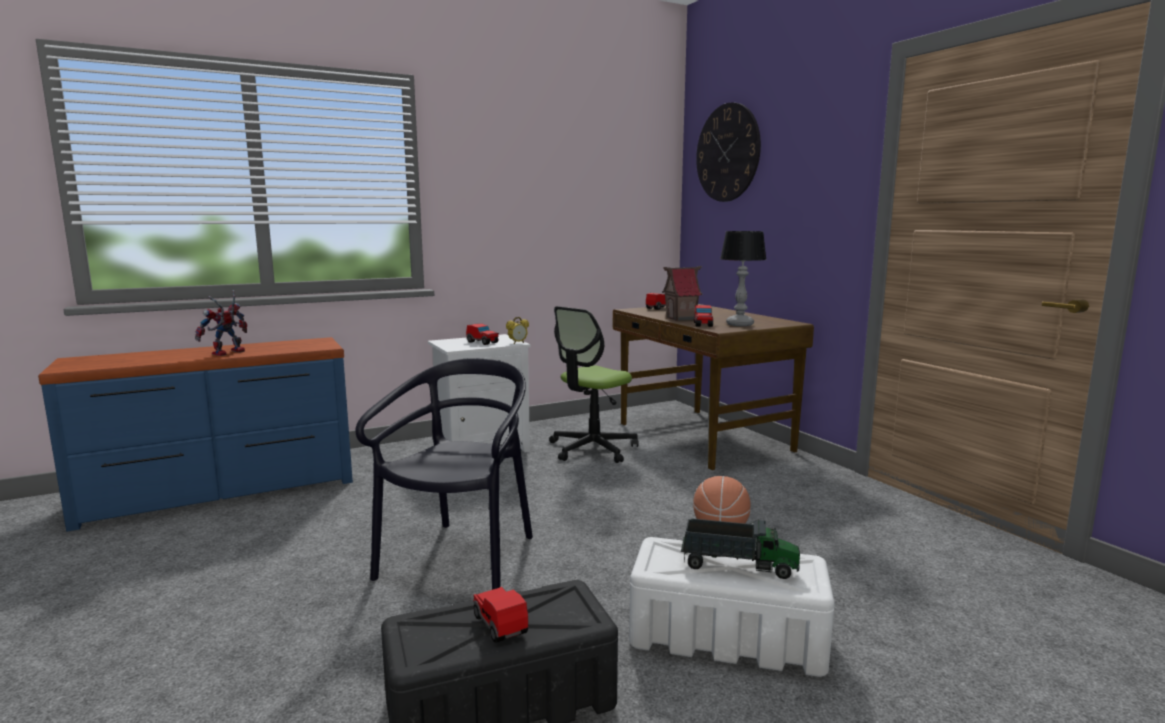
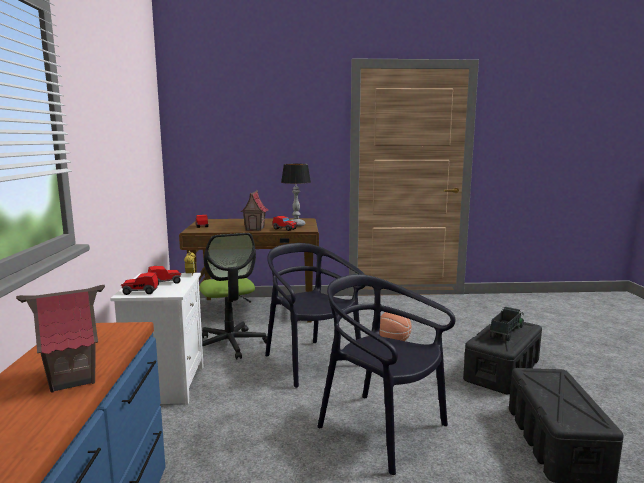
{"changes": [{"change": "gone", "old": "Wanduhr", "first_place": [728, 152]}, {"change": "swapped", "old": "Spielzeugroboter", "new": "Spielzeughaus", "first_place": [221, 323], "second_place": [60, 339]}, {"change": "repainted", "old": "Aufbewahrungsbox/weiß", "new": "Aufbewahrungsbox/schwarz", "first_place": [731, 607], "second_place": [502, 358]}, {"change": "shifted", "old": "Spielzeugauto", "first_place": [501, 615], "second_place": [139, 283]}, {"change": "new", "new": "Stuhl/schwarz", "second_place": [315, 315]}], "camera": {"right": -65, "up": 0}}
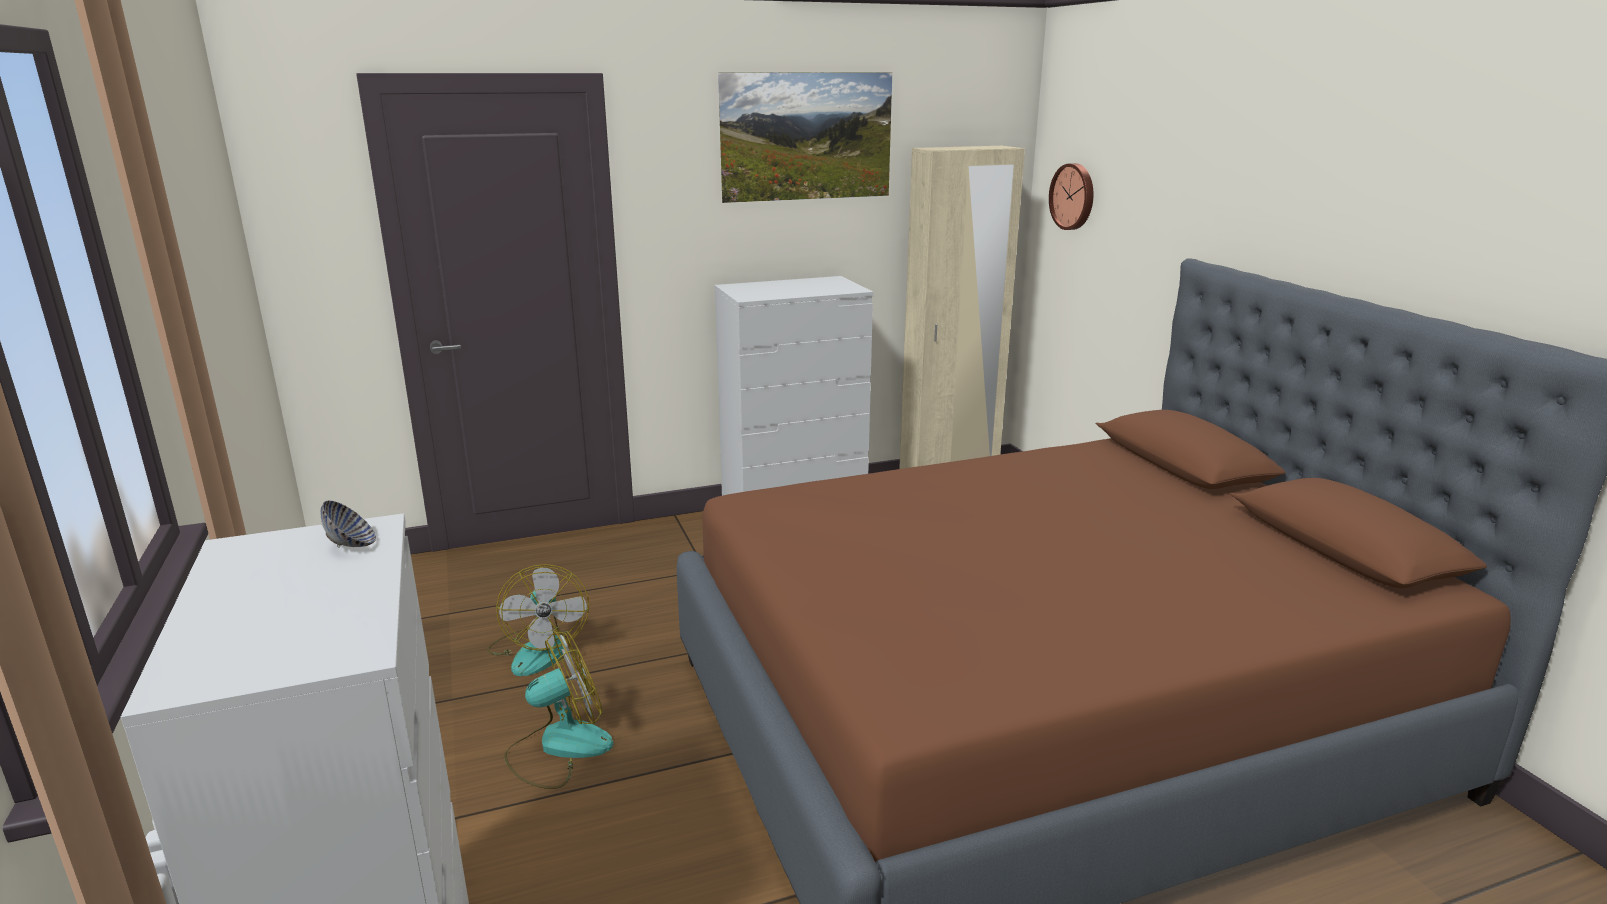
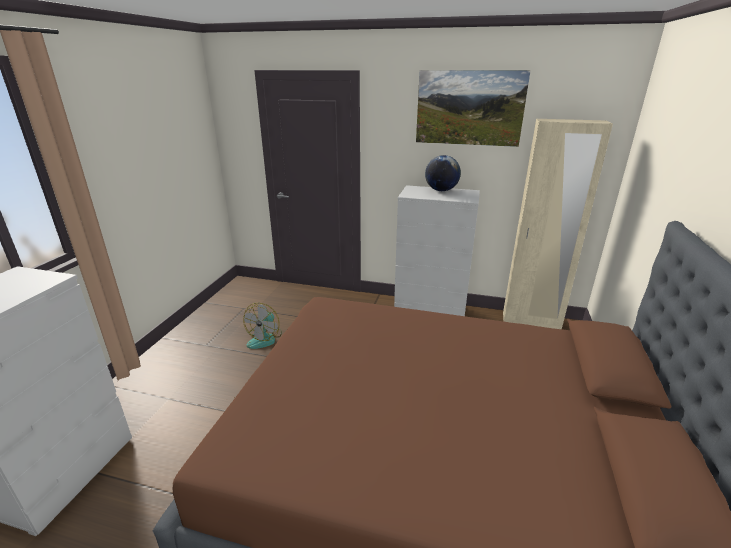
{"changes": [{"change": "gone", "old": "Wanduhr", "first_place": [1071, 196]}, {"change": "gone", "old": "Schüssel", "first_place": [348, 524]}, {"change": "gone", "old": "Ventilator", "first_place": [558, 710]}, {"change": "new", "new": "Globus", "second_place": [443, 173]}], "camera": {"right": 35, "up": 5}}
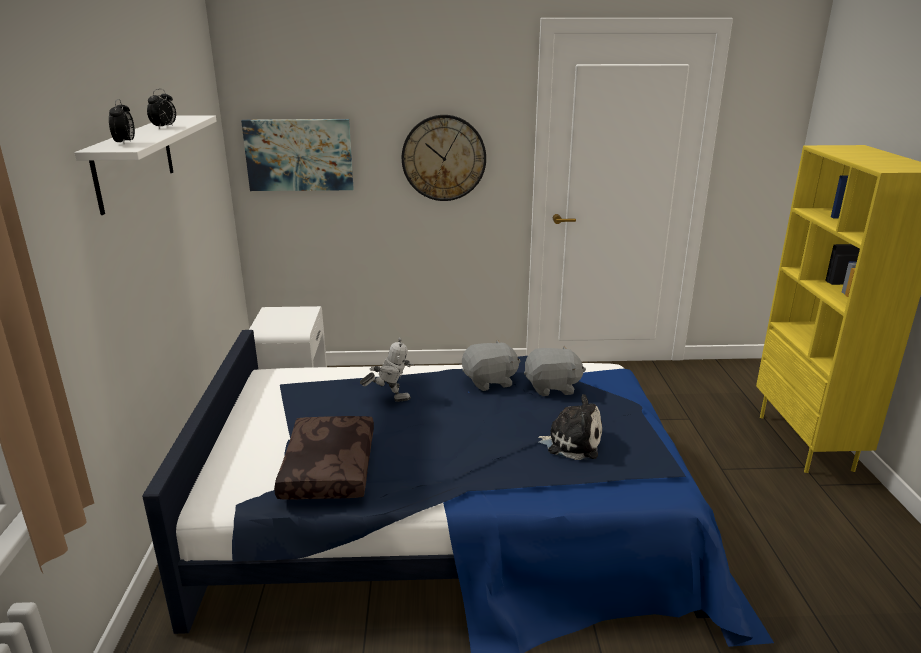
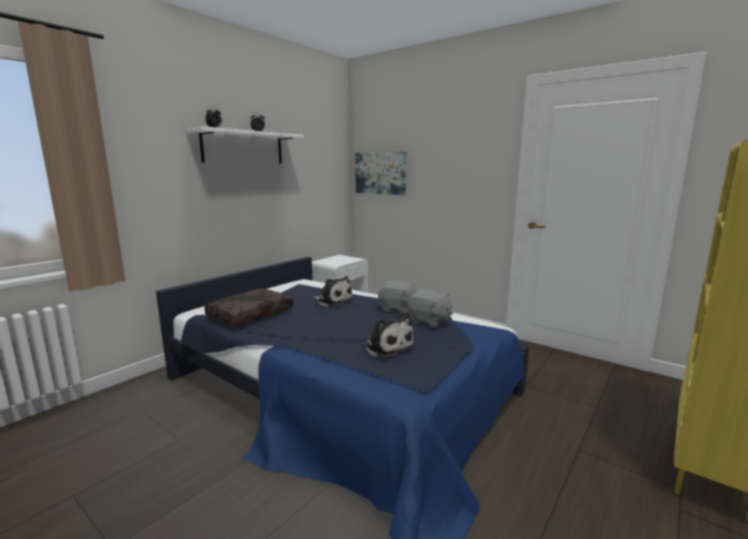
{"changes": [{"change": "gone", "old": "Wanduhr", "first_place": [444, 158]}, {"change": "swapped", "old": "Spielzeugroboter", "new": "Plüschtier", "first_place": [387, 370], "second_place": [333, 291]}], "camera": {"right": 40, "up": -10}}
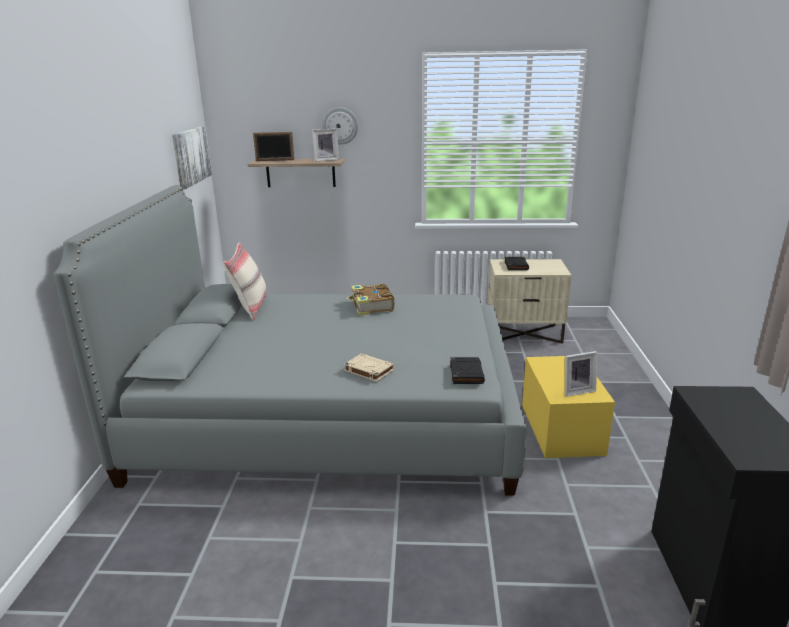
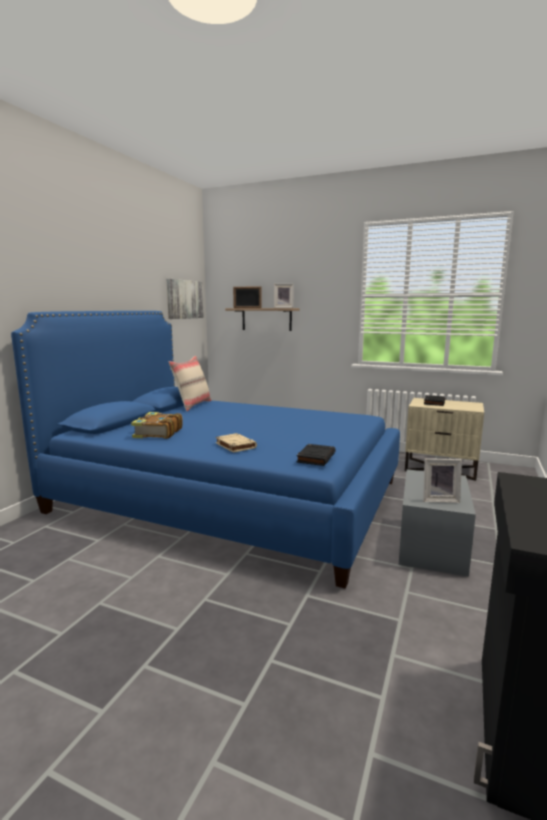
{"changes": [{"change": "gone", "old": "Wanduhr", "first_place": [340, 125]}, {"change": "repainted", "old": "Bett/grau", "new": "Bett/blau", "first_place": [290, 340], "second_place": [205, 450]}, {"change": "shifted", "old": "Buch", "first_place": [370, 300], "second_place": [157, 425]}, {"change": "repainted", "old": "Aufbewahrungsbox/gelb", "new": "Aufbewahrungsbox/grau", "first_place": [568, 407], "second_place": [437, 523]}], "camera": {"right": 20, "up": -10}}
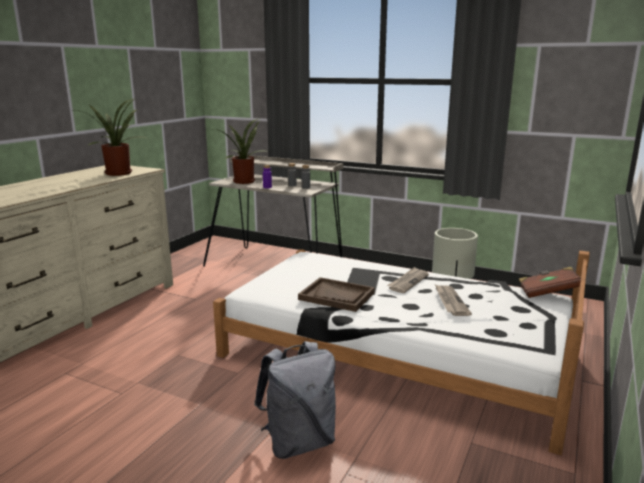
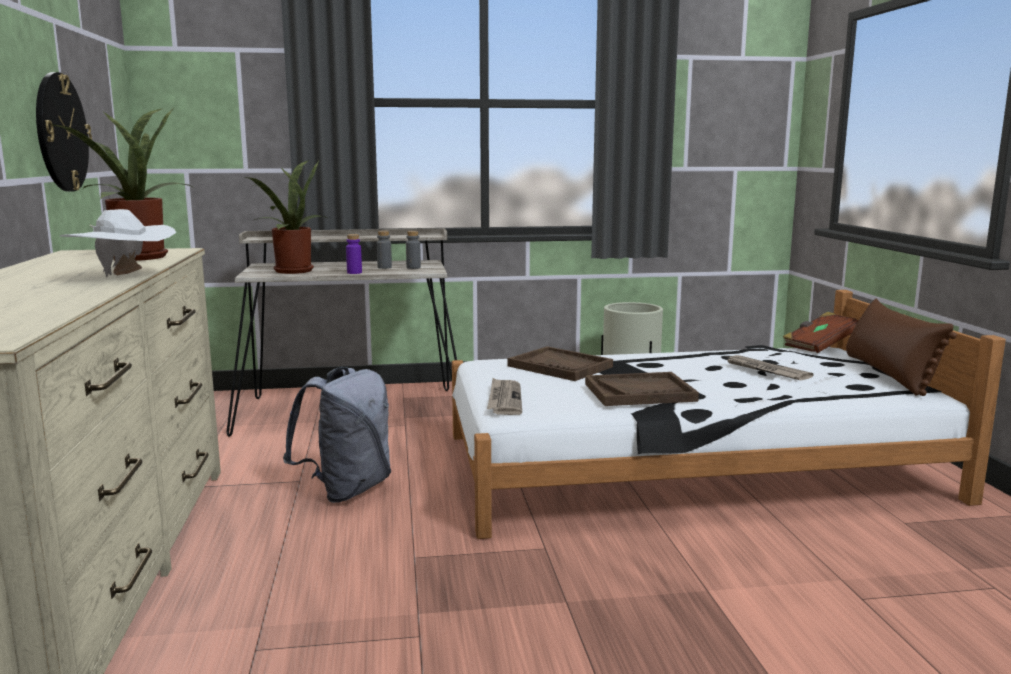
{"changes": [{"change": "shifted", "old": "Zeitung", "first_place": [408, 280], "second_place": [504, 396]}, {"change": "shifted", "old": "Rucksack/grau", "first_place": [295, 400], "second_place": [337, 435]}, {"change": "new", "new": "Wanduhr", "second_place": [64, 131]}, {"change": "new", "new": "Hut/weiß", "second_place": [118, 243]}, {"change": "new", "new": "Kissen/braun", "second_place": [901, 347]}, {"change": "new", "new": "Tablett/braun", "second_place": [560, 363]}], "camera": {"right": -35, "up": -5}}
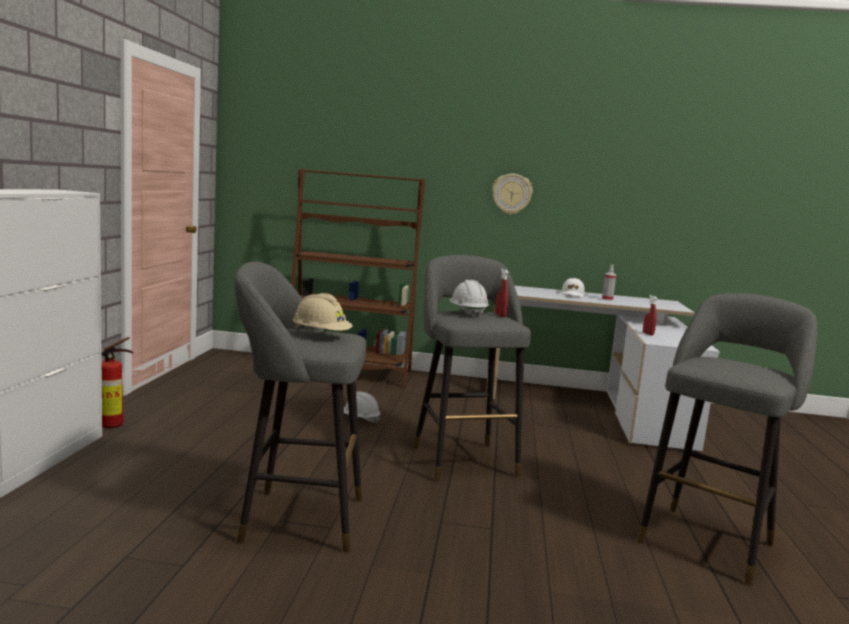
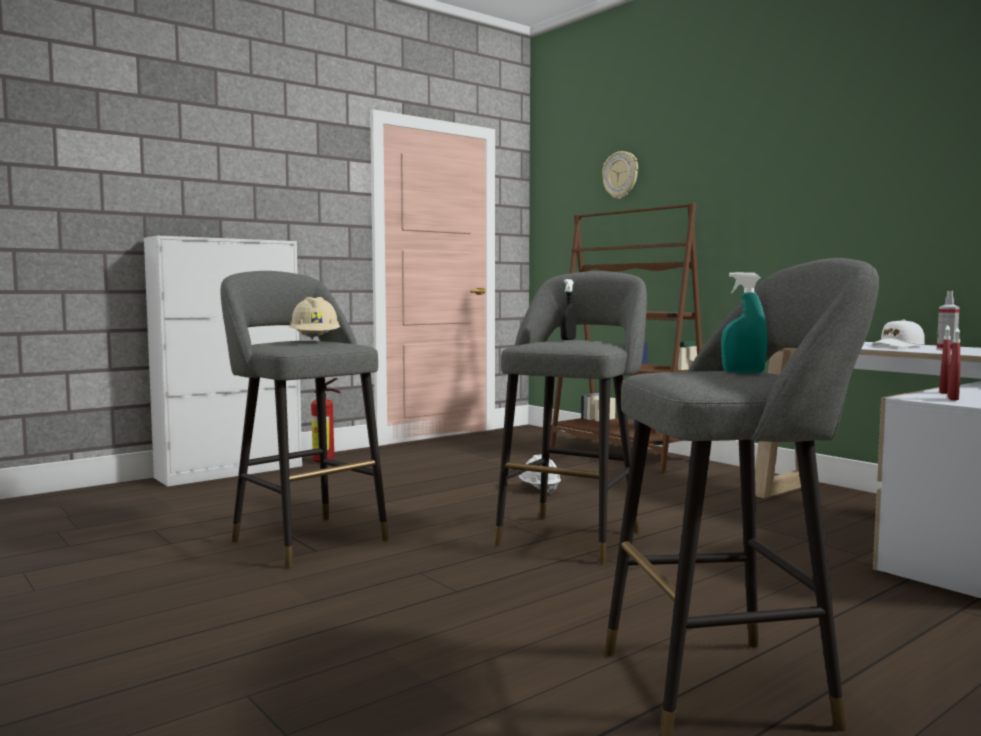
{"changes": [{"change": "shifted", "old": "Wanduhr", "first_place": [512, 194], "second_place": [620, 175]}, {"change": "shifted", "old": "Sprühflasche/rot", "first_place": [501, 293], "second_place": [954, 364]}, {"change": "swapped", "old": "Schutzhelm/weiß", "new": "Sprühflasche/schwarz", "first_place": [469, 299], "second_place": [568, 309]}, {"change": "new", "new": "Sprühflasche/türkis", "second_place": [744, 322]}], "camera": {"right": 45, "up": -5}}
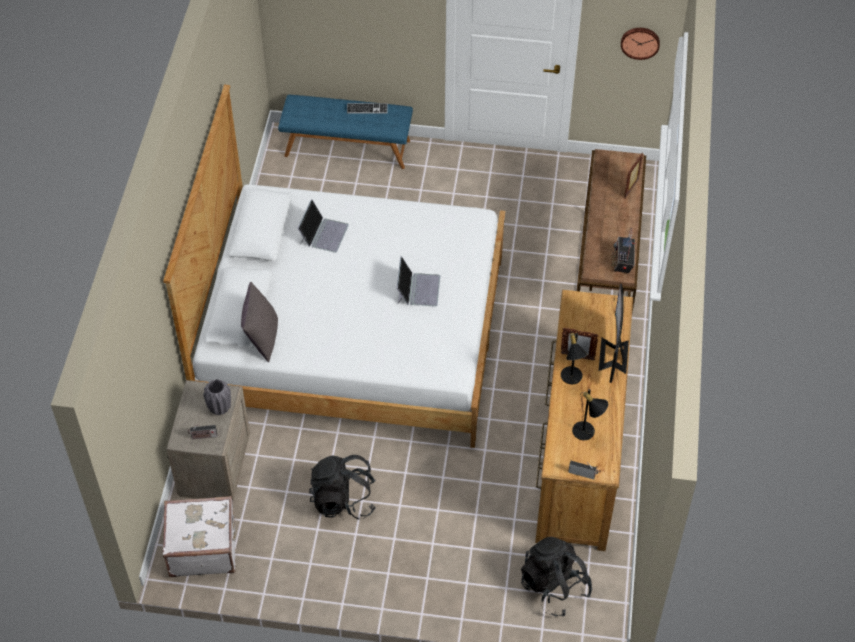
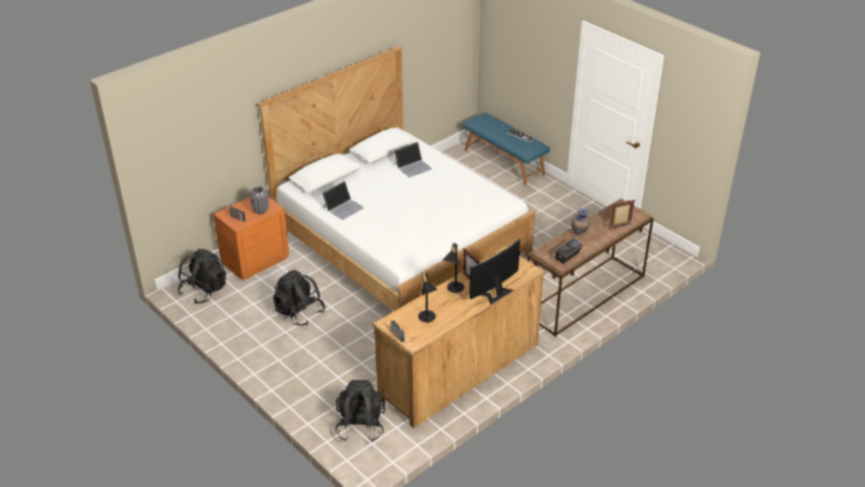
{"changes": [{"change": "gone", "old": "Wanduhr", "first_place": [640, 44]}, {"change": "shifted", "old": "Laptop", "first_place": [418, 281], "second_place": [343, 200]}, {"change": "gone", "old": "Kissen/grau", "first_place": [259, 322]}, {"change": "repainted", "old": "Nachttisch/beige", "new": "Nachttisch/orange", "first_place": [208, 440], "second_place": [251, 239]}, {"change": "swapped", "old": "Koffer/weiß", "new": "Rucksack/schwarz", "first_place": [199, 536], "second_place": [201, 276]}, {"change": "new", "new": "Vase", "second_place": [580, 221]}], "camera": {"right": 40, "up": -15}}
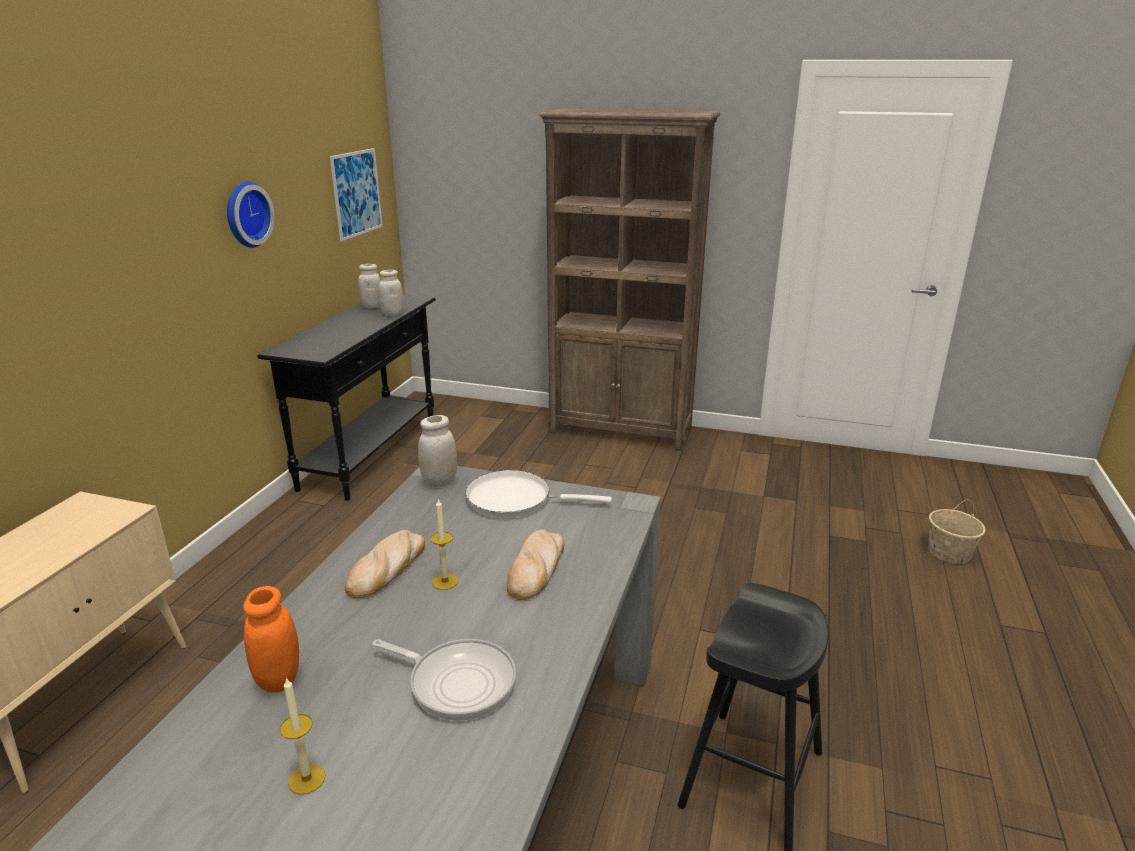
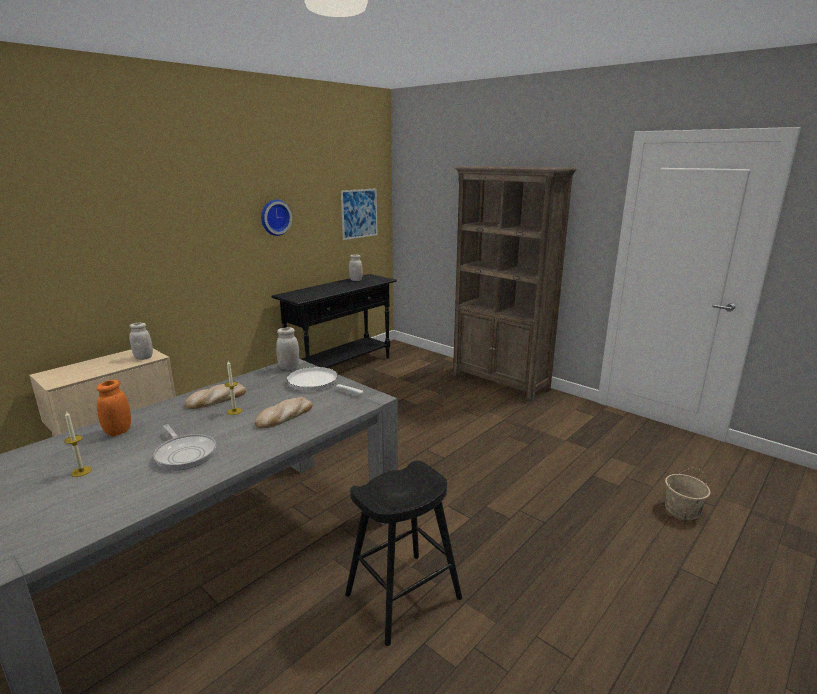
{"changes": [{"change": "shifted", "old": "Vorratsglas/weiß", "first_place": [391, 293], "second_place": [141, 341]}], "camera": {"right": 25, "up": -5}}
